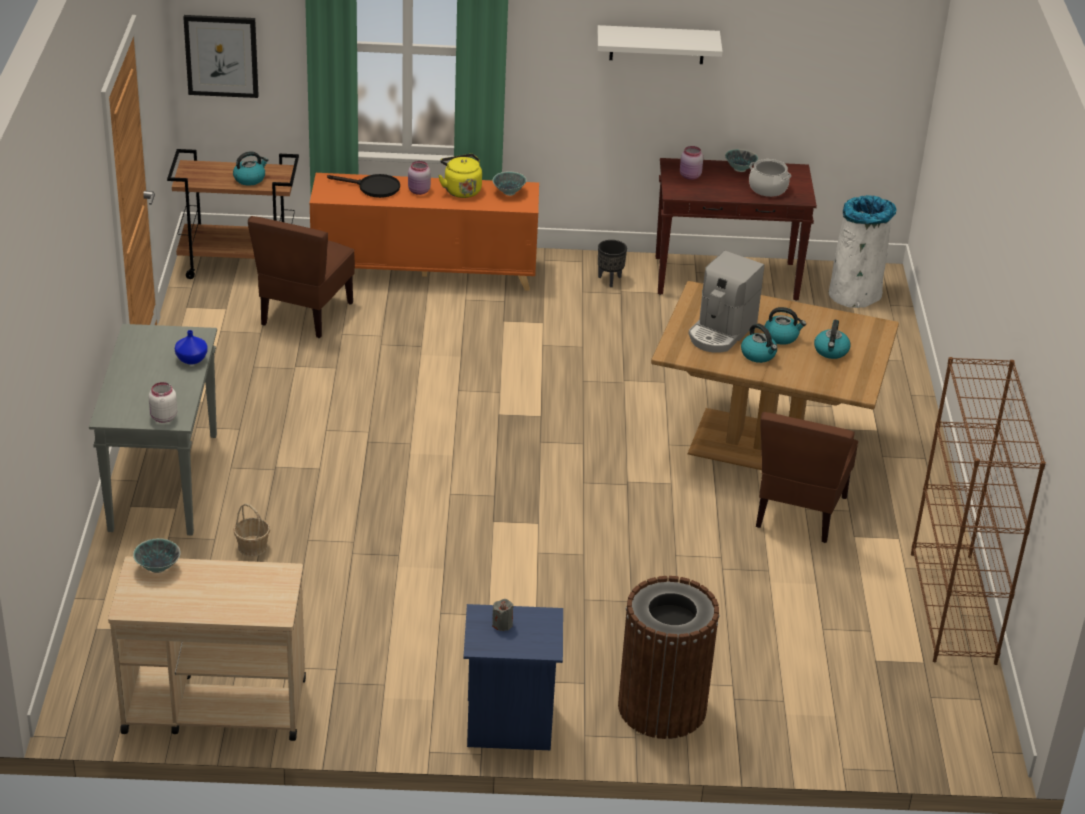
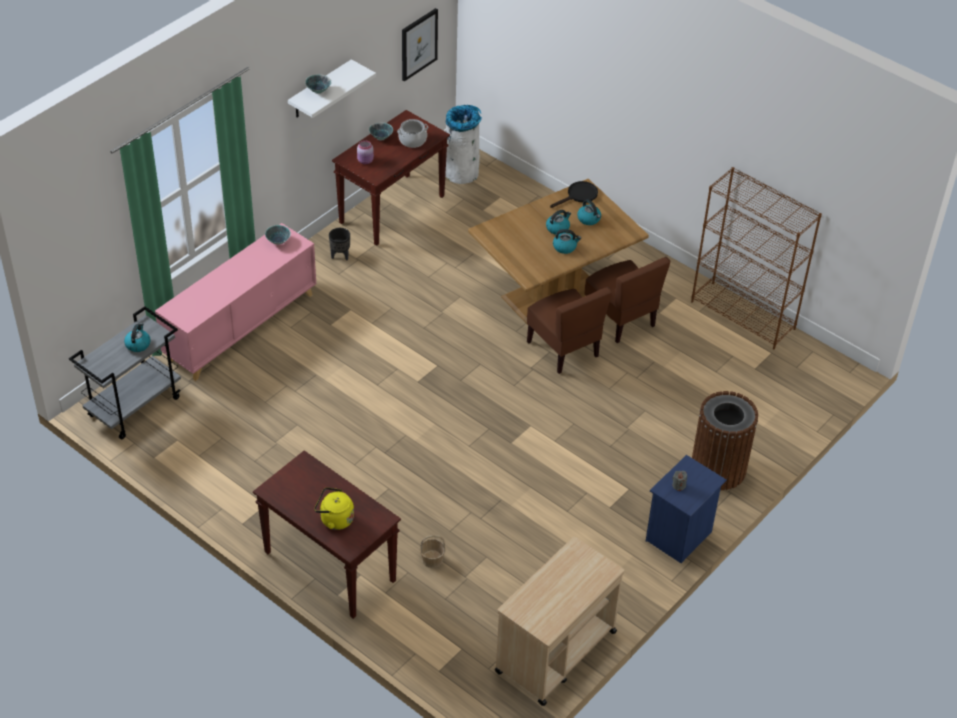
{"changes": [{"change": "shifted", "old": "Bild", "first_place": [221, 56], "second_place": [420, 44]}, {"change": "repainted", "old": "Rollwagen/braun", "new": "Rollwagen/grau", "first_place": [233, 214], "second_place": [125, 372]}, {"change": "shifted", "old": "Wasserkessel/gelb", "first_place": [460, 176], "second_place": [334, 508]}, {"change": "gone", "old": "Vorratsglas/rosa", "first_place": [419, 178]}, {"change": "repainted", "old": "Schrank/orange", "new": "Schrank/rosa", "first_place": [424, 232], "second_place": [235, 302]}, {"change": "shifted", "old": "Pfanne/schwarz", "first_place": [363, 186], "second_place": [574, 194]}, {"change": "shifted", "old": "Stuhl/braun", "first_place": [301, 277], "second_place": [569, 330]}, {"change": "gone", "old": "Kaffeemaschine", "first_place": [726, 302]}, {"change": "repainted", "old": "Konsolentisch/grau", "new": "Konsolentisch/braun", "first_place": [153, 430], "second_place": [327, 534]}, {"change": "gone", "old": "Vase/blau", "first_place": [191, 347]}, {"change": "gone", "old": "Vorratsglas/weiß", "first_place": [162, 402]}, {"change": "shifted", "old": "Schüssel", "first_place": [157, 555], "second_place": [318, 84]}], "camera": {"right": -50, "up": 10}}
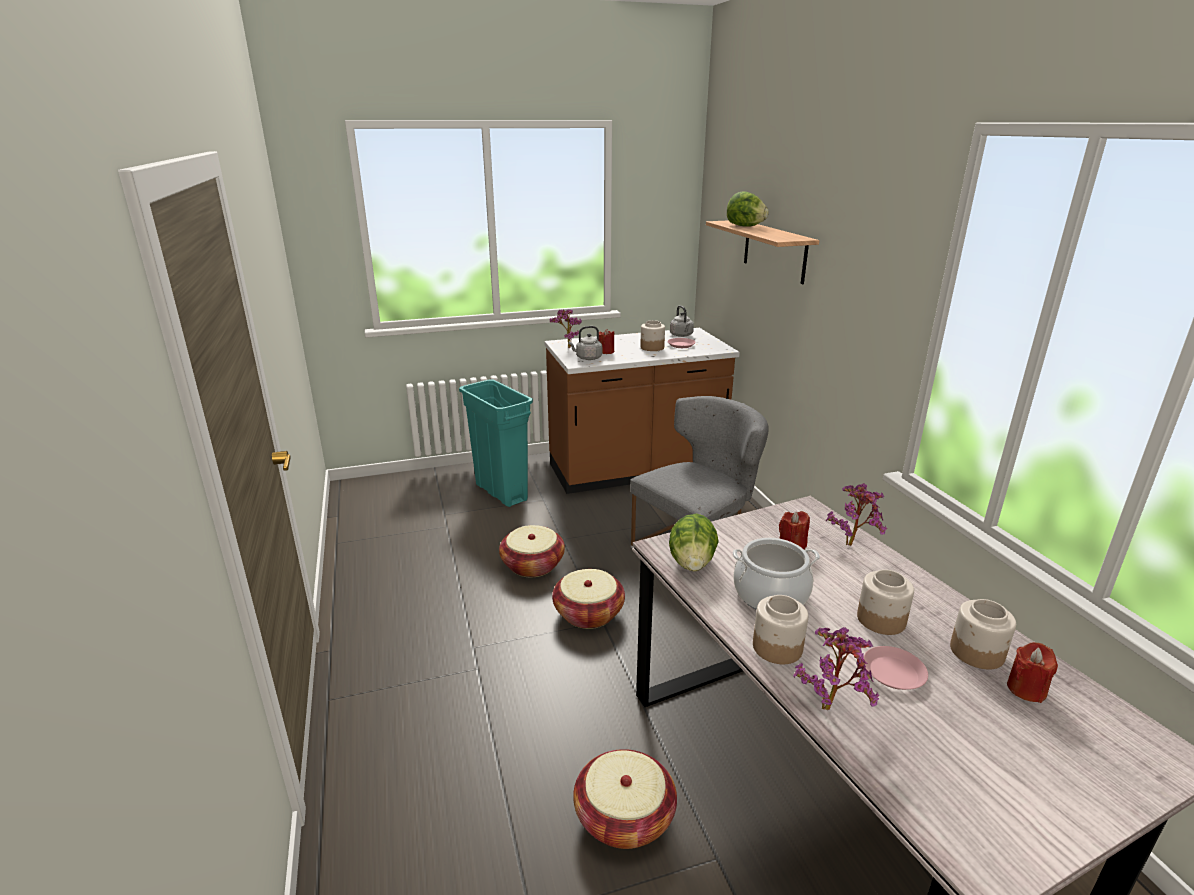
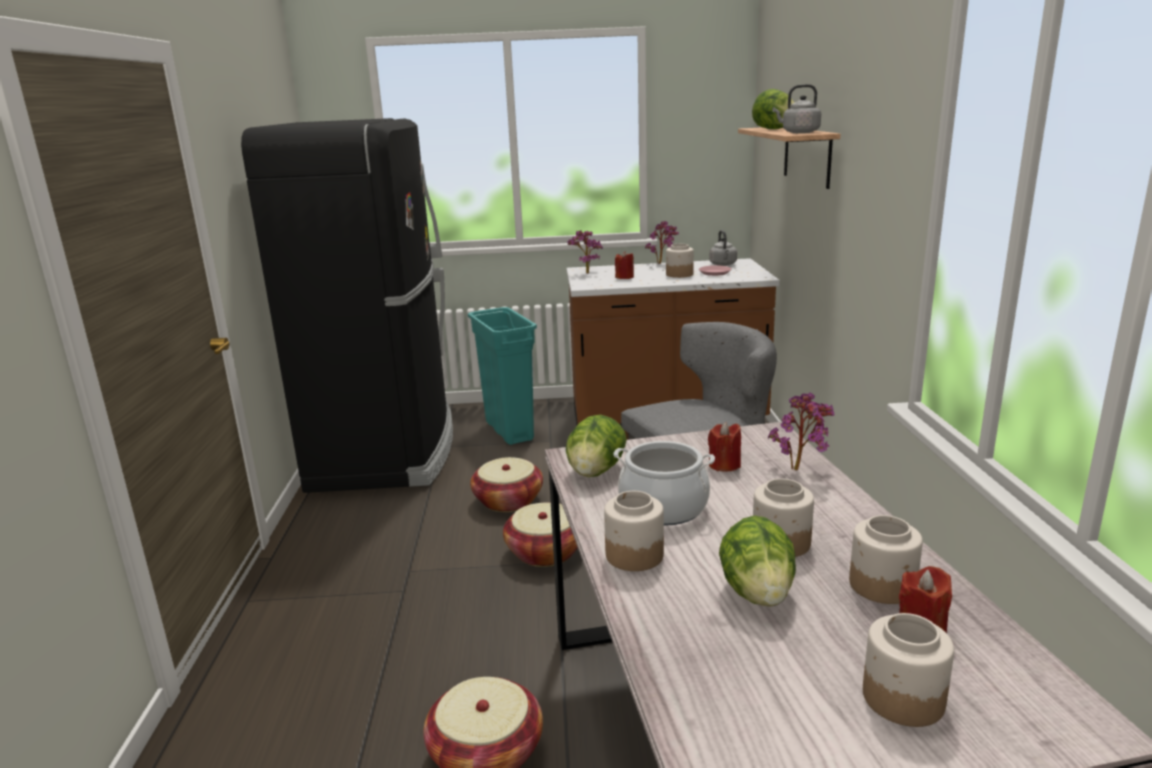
{"changes": [{"change": "shifted", "old": "Wasserkessel/grau", "first_place": [585, 343], "second_place": [797, 108]}, {"change": "shifted", "old": "Topfpflanze", "first_place": [836, 668], "second_place": [662, 242]}, {"change": "swapped", "old": "Teller/rosa", "new": "Salatkopf", "first_place": [895, 668], "second_place": [757, 561]}, {"change": "new", "new": "Kühlschrank/schwarz", "second_place": [347, 305]}, {"change": "new", "new": "Vorratsglas", "second_place": [908, 670]}], "camera": {"right": 15, "up": -5}}
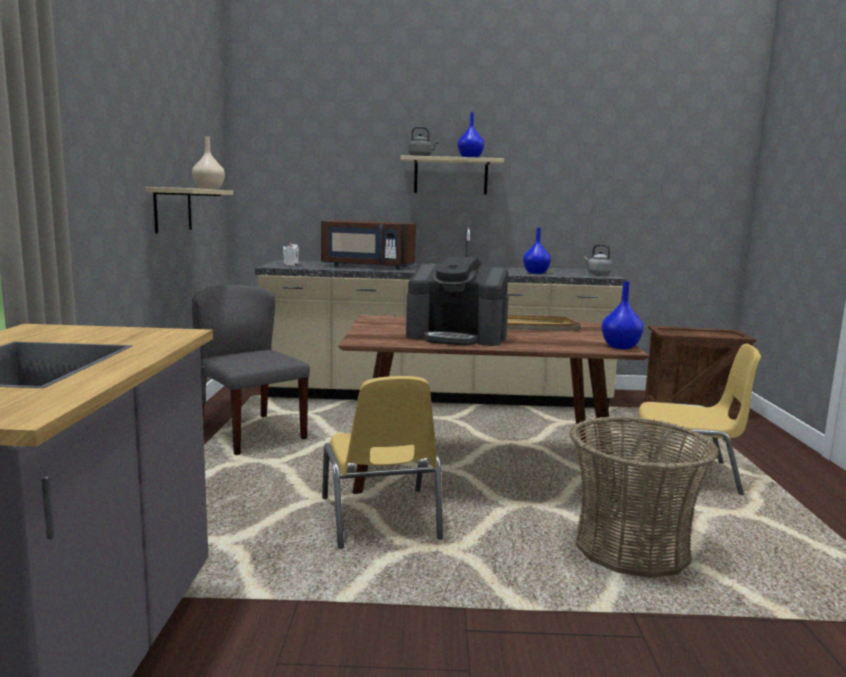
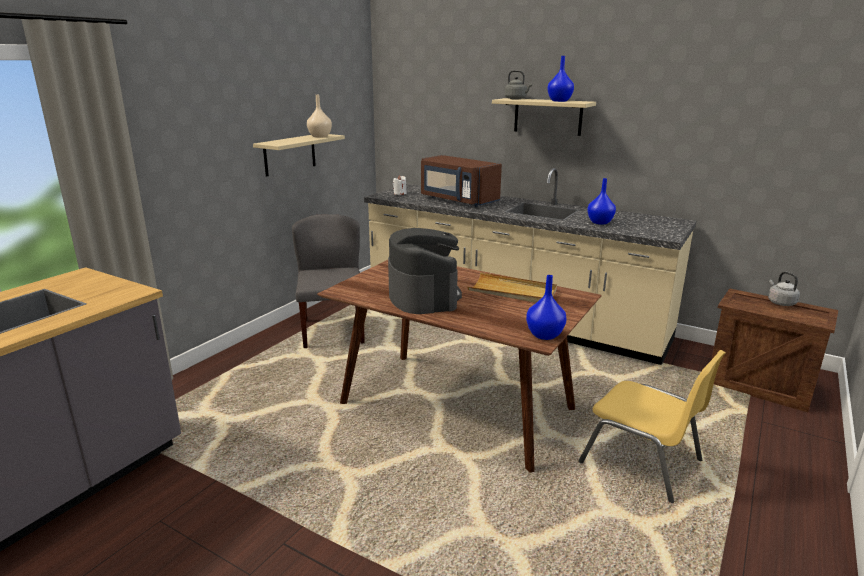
{"changes": [{"change": "shifted", "old": "Wasserkessel/grau", "first_place": [598, 259], "second_place": [784, 289]}, {"change": "rotated", "old": "Kaffeemaschine", "first_place": [457, 301], "second_place": [425, 271], "degrees": -150}, {"change": "gone", "old": "Stuhl/gelb", "first_place": [382, 462]}, {"change": "gone", "old": "Korb", "first_place": [644, 497]}], "camera": {"right": 30, "up": 10}}
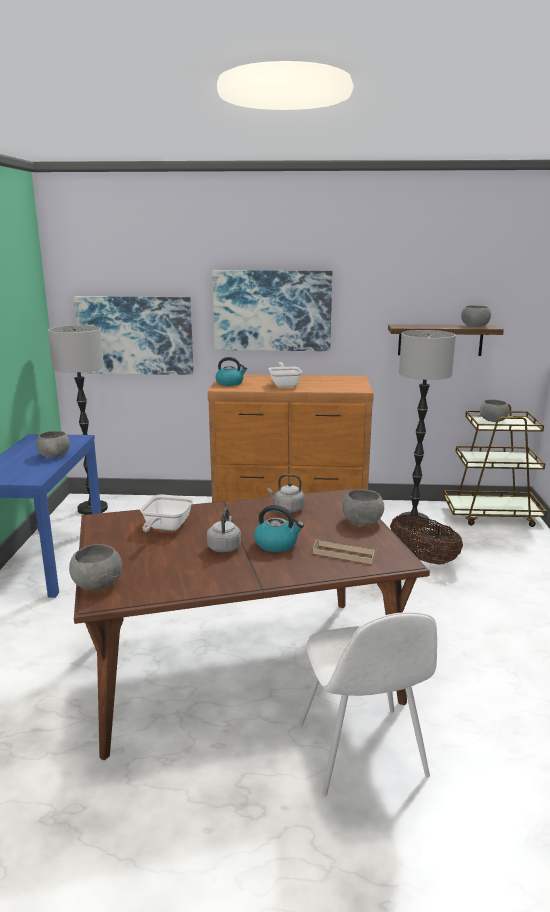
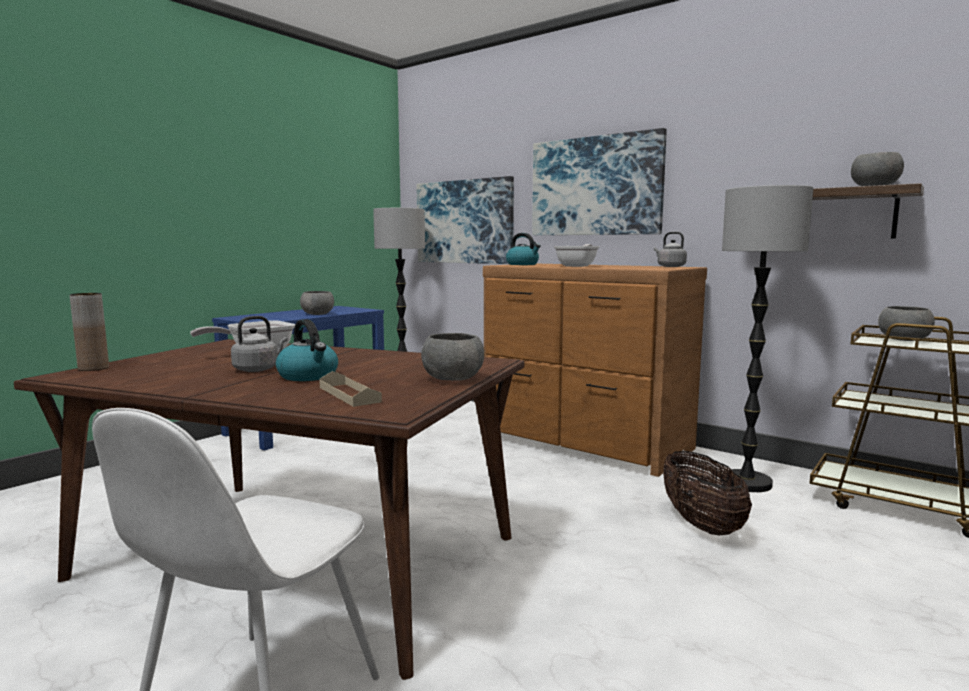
{"changes": [{"change": "shifted", "old": "Wasserkessel/grau", "first_place": [285, 493], "second_place": [670, 249]}, {"change": "swapped", "old": "Schüssel/grau", "new": "Vase/braun", "first_place": [95, 567], "second_place": [89, 332]}], "camera": {"right": 35, "up": -10}}
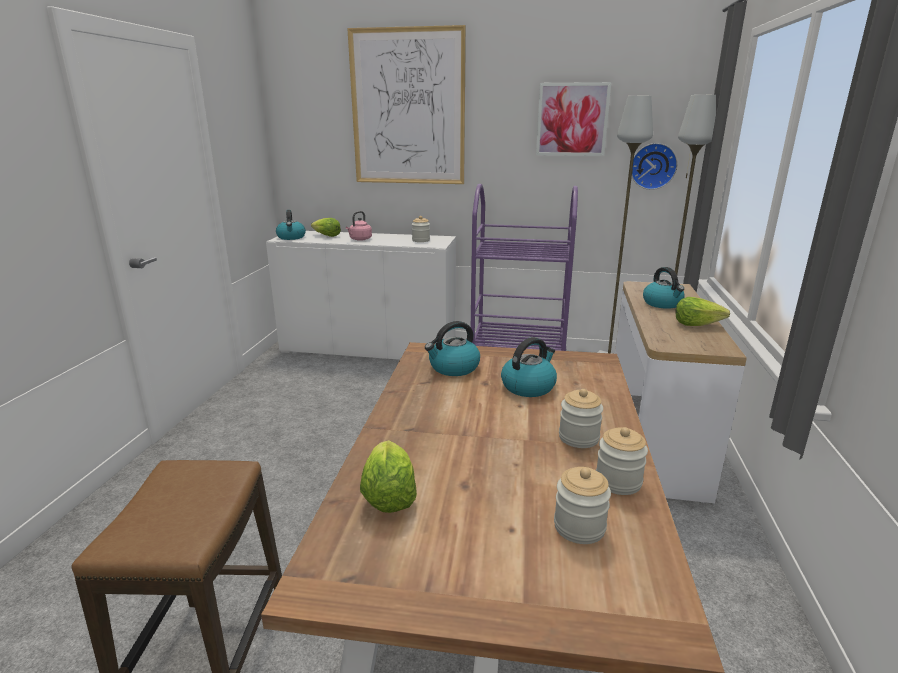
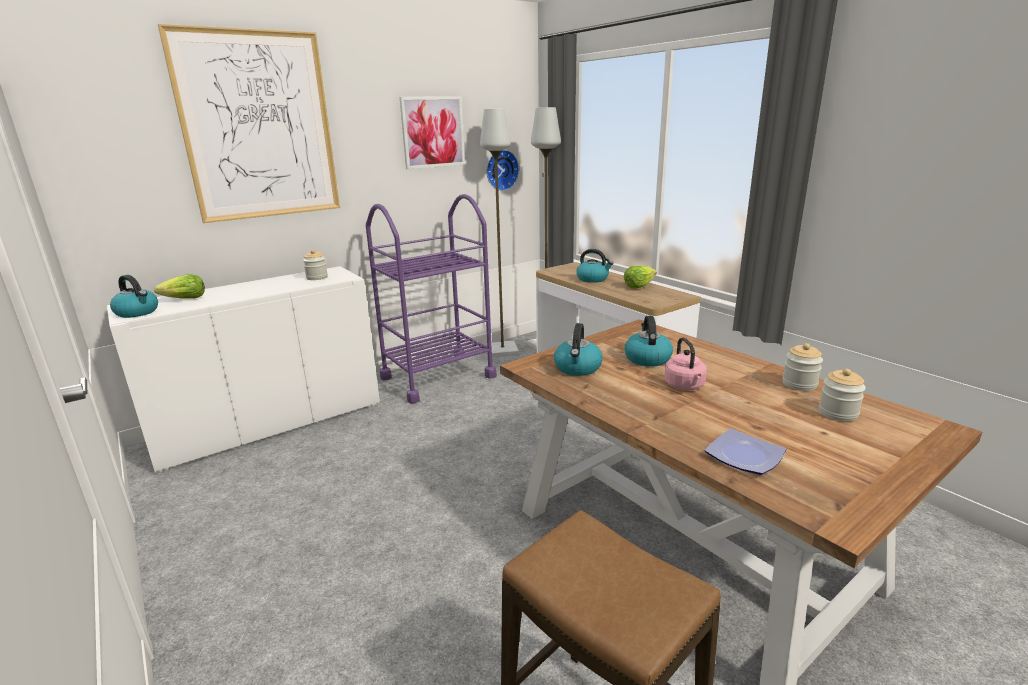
{"changes": [{"change": "shifted", "old": "Wasserkessel/rosa", "first_place": [359, 226], "second_place": [685, 364]}, {"change": "gone", "old": "Vorratsglas", "first_place": [581, 418]}, {"change": "swapped", "old": "Salatkopf", "new": "Teller", "first_place": [388, 476], "second_place": [745, 451]}], "camera": {"right": -45, "up": 0}}
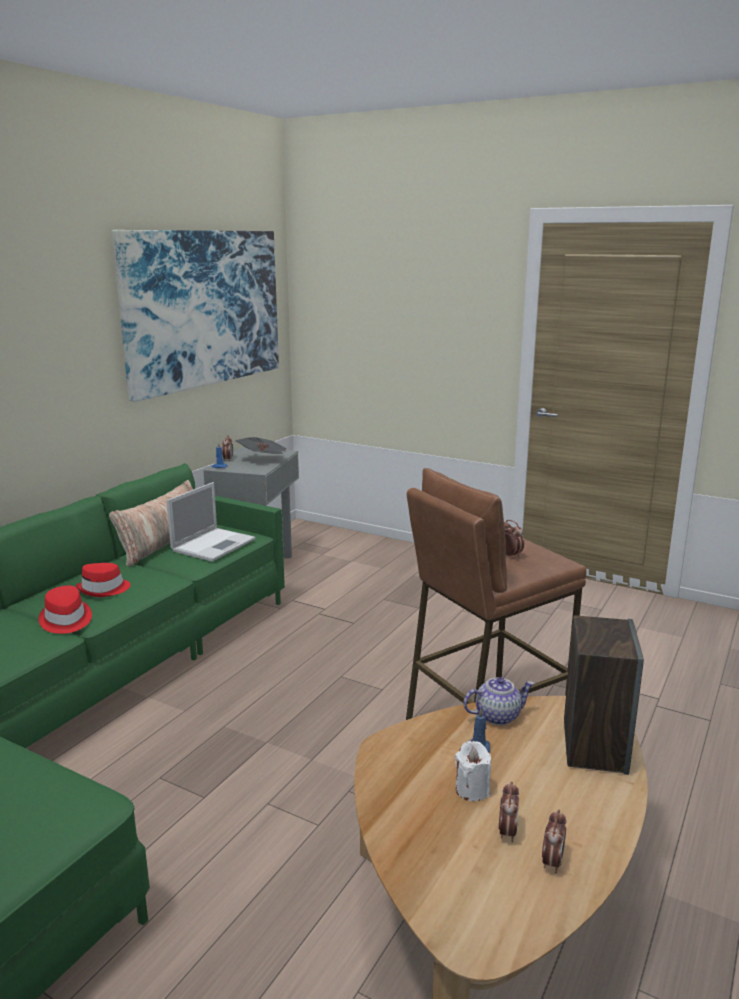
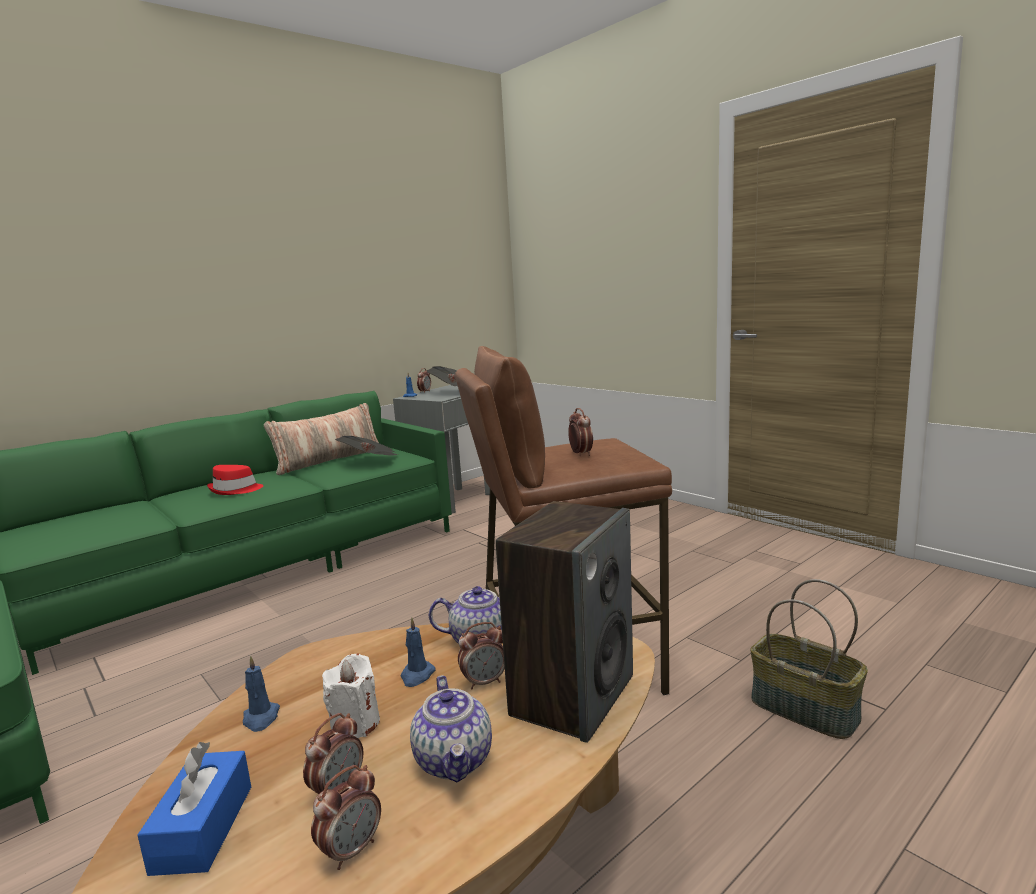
{"changes": [{"change": "gone", "old": "Bild", "first_place": [195, 316]}, {"change": "swapped", "old": "Laptop", "new": "Zeitung", "first_place": [211, 522], "second_place": [367, 446]}, {"change": "gone", "old": "Hut/rot", "first_place": [65, 610]}, {"change": "new", "new": "Korb", "second_place": [809, 659]}, {"change": "new", "new": "Wecker", "second_place": [481, 656]}, {"change": "new", "new": "Kerze/blau", "second_place": [261, 693]}, {"change": "new", "new": "Teekanne", "second_place": [451, 728]}, {"change": "new", "new": "Taschentuchbox/blau", "second_place": [194, 809]}], "camera": {"right": 20, "up": -5}}
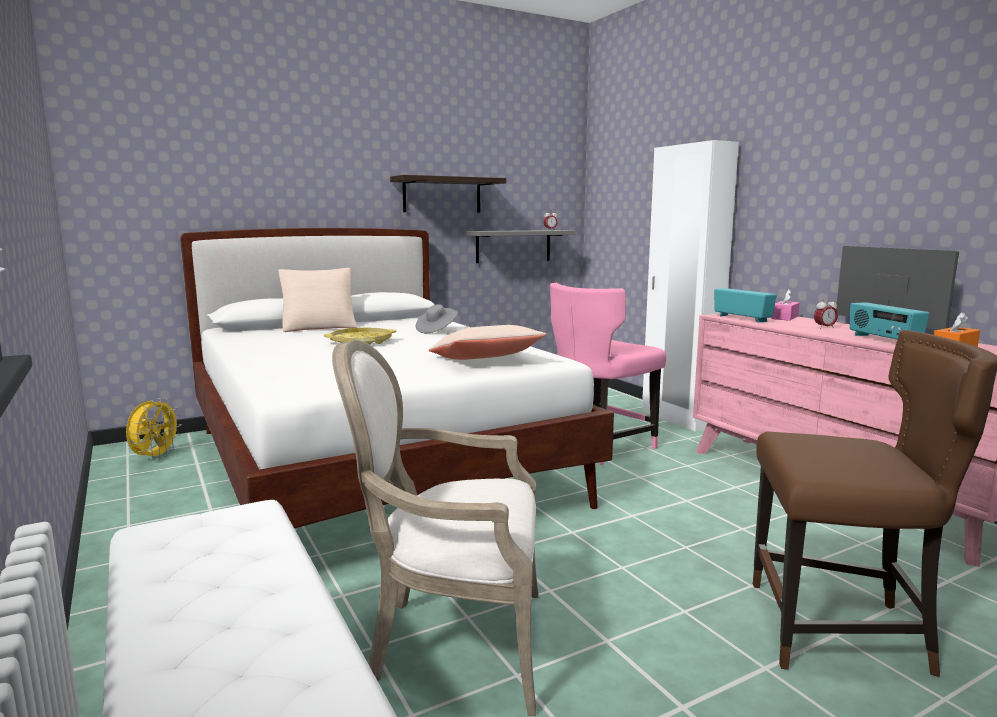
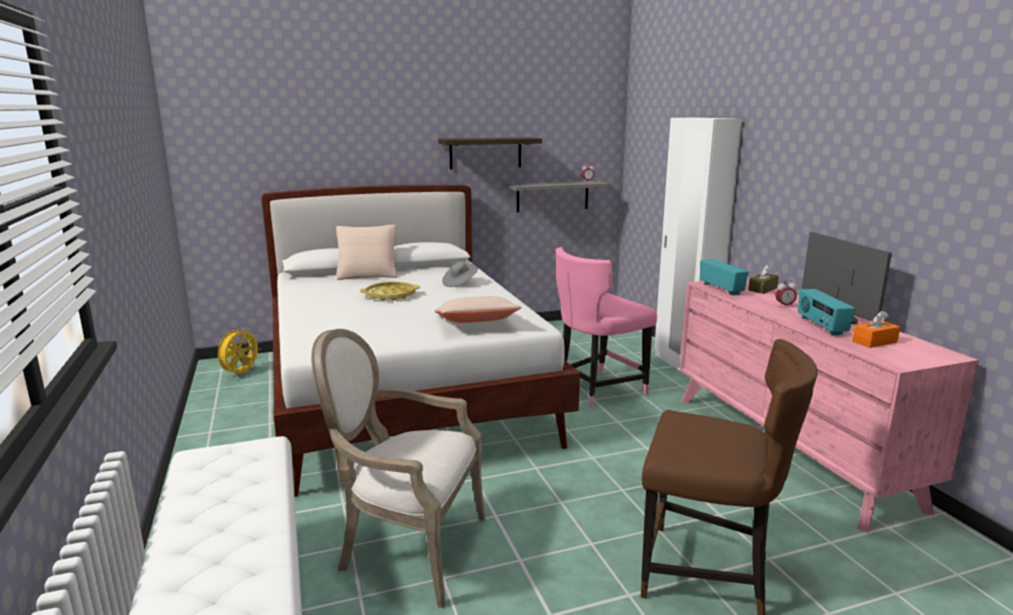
{"changes": [{"change": "repainted", "old": "Taschentuchbox/rosa", "new": "Taschentuchbox/braun", "first_place": [785, 305], "second_place": [763, 279]}], "camera": {"right": 10, "up": 5}}
